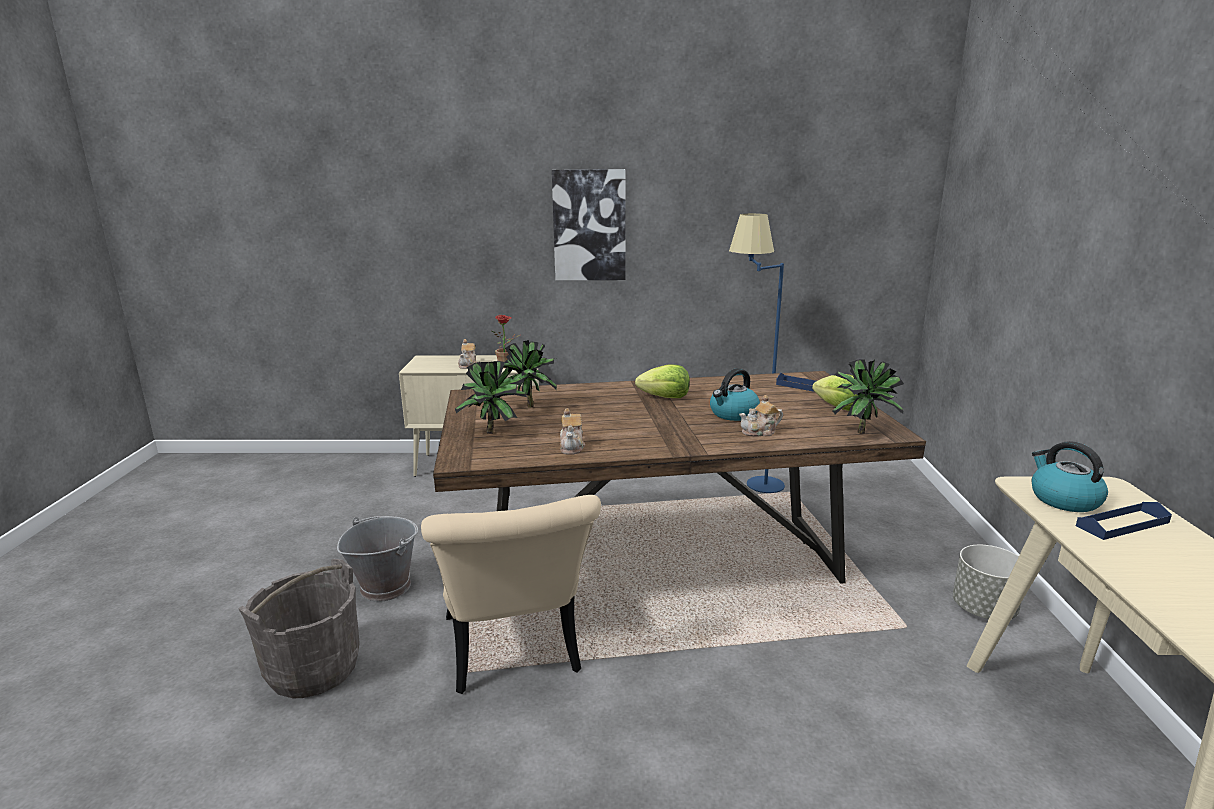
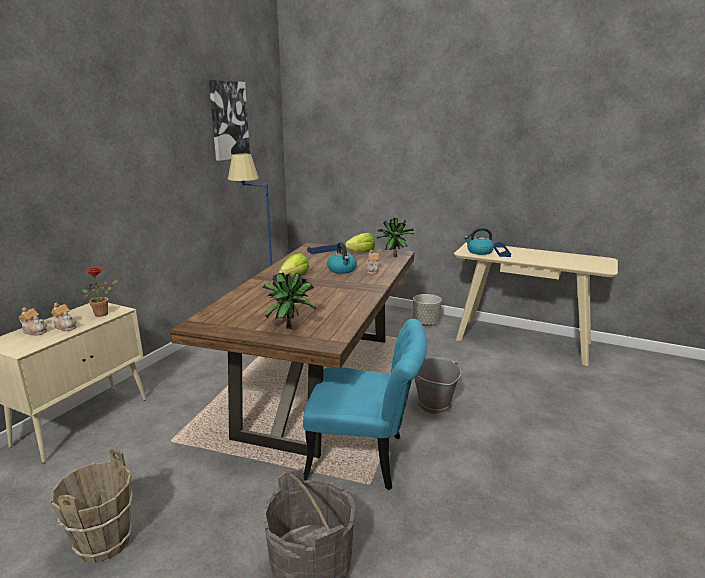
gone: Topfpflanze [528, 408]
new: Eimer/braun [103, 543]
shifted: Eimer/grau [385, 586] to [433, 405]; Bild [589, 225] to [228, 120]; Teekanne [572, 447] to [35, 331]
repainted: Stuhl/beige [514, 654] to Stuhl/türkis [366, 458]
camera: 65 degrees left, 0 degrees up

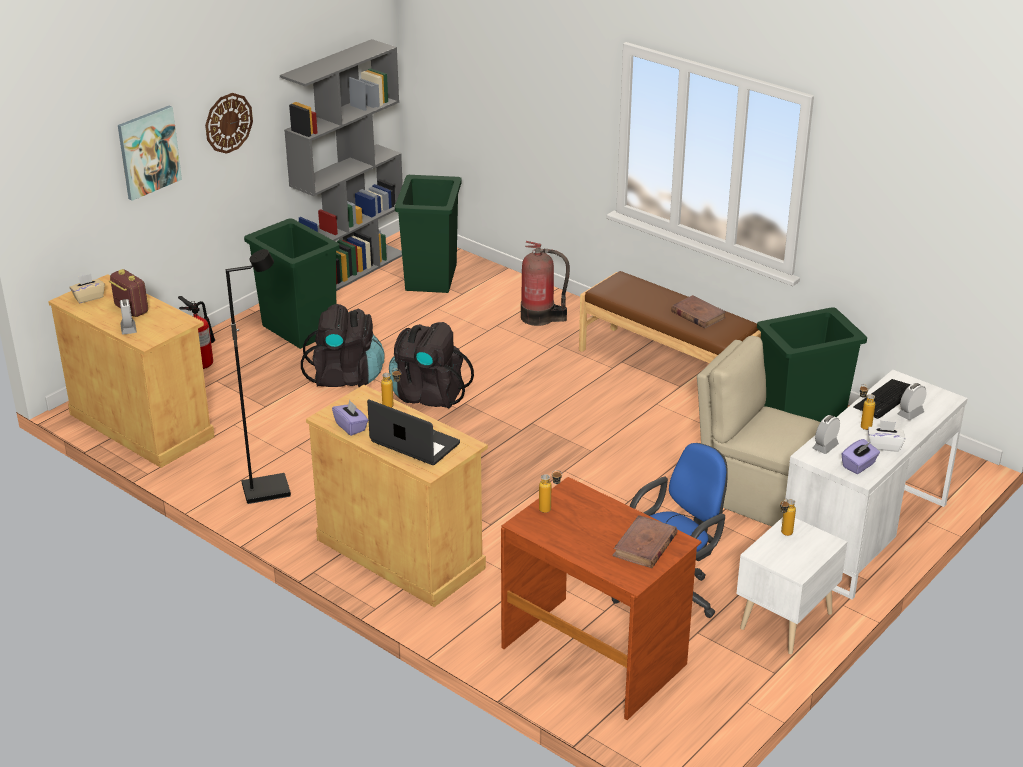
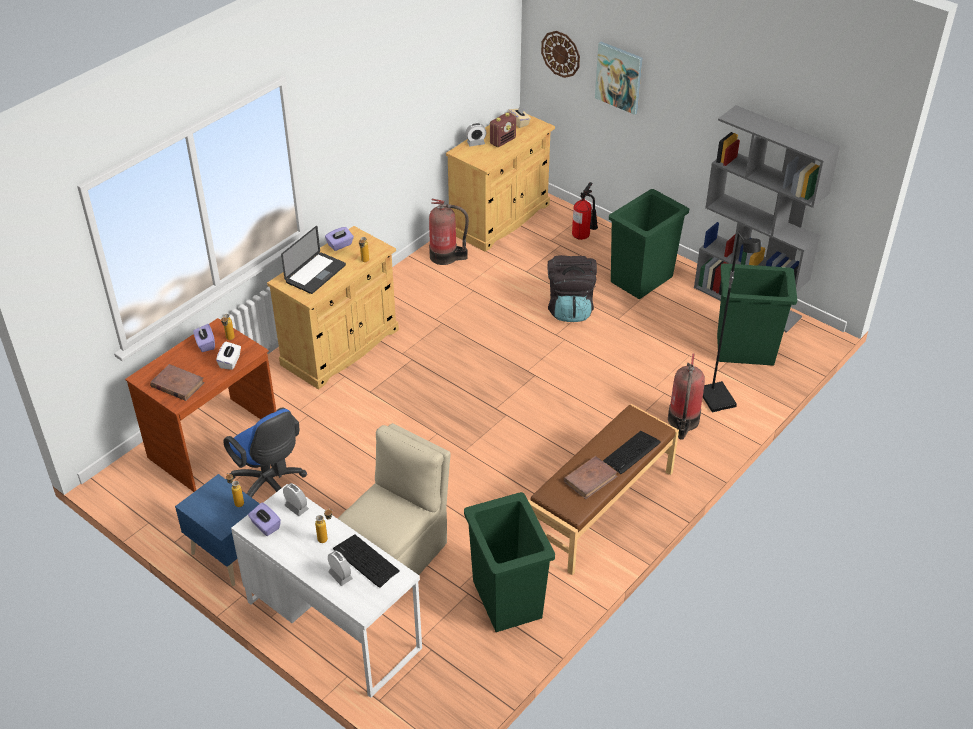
gone: Rucksack/schwarz [428, 395]
new: Taschentuchbox/lila [205, 344]; Feuerlöscher [446, 256]; Tastatur [631, 452]
shifted: Wanduhr [228, 123] to [561, 54]; Stehlampe/schwarz [266, 490] to [717, 399]; Taschentuchbox/weiß [884, 445] to [230, 362]
repainted: Nachttisch/weiß [783, 621] to Nachttisch/blau [230, 554]
camera: 90 degrees right, 10 degrees up

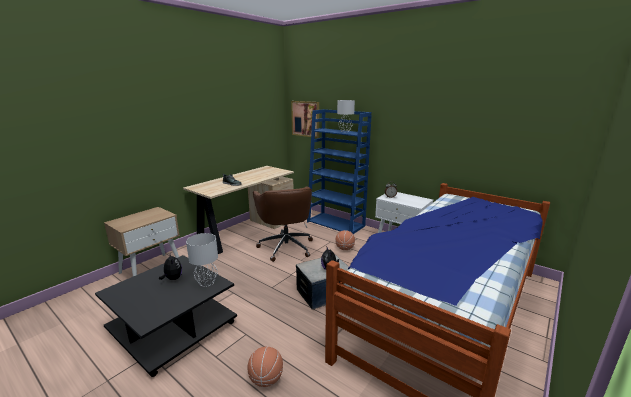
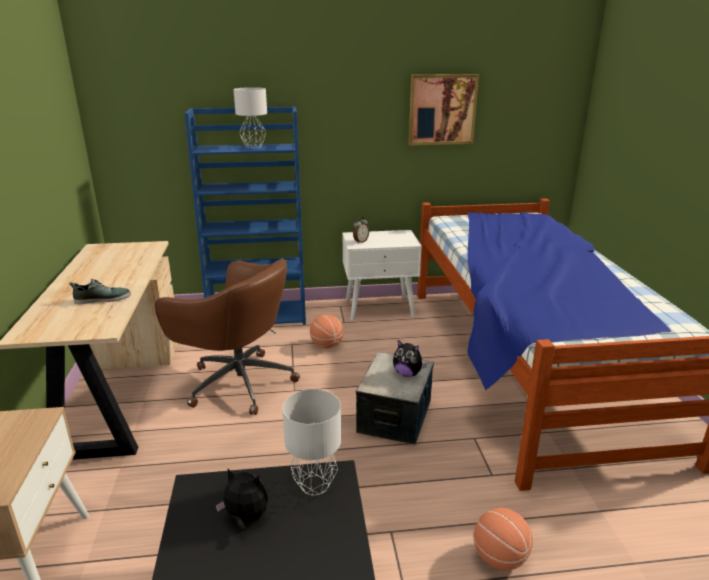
shifted: Bild [305, 119] to [442, 109]
camera: 45 degrees left, 5 degrees up

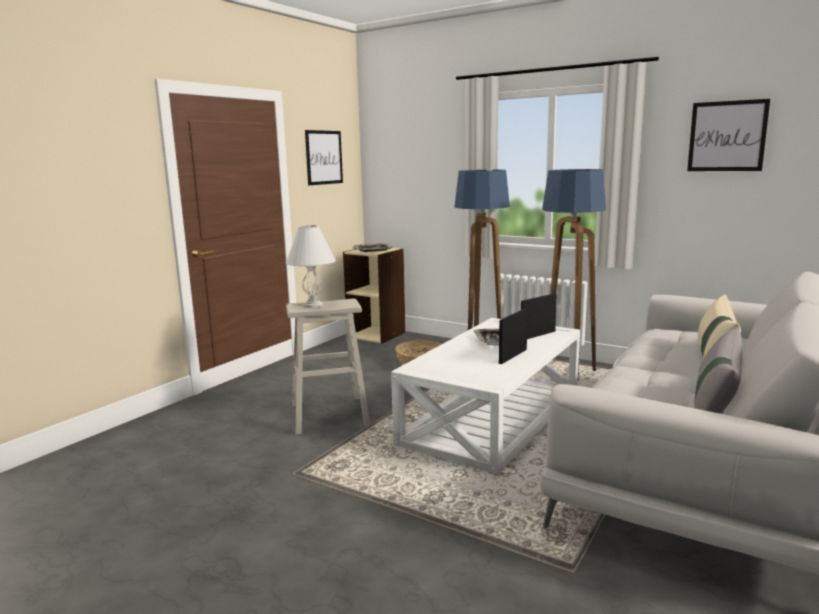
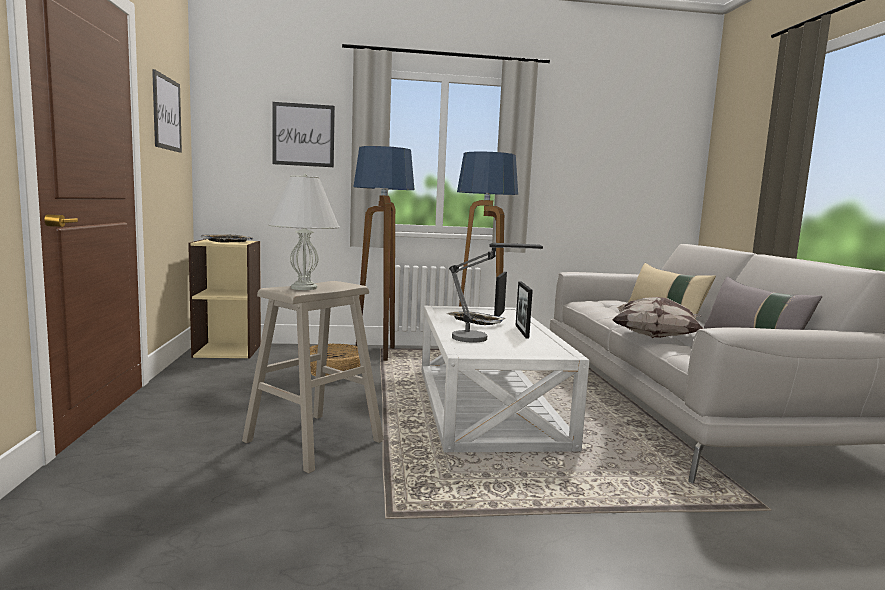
new: Tischlampe [480, 338]; Kissen [656, 336]
shifted: Bild [727, 136] to [303, 135]
camera: 40 degrees left, 5 degrees down

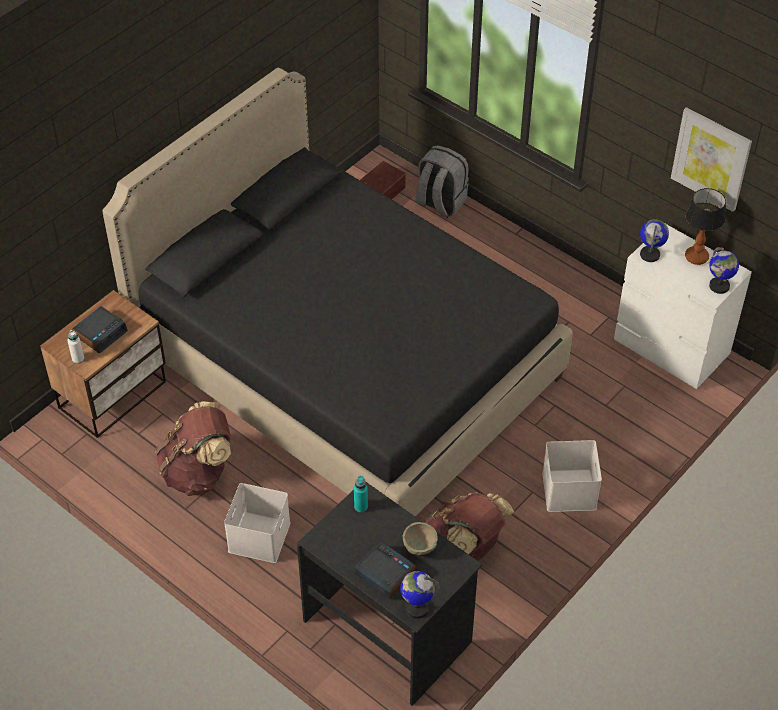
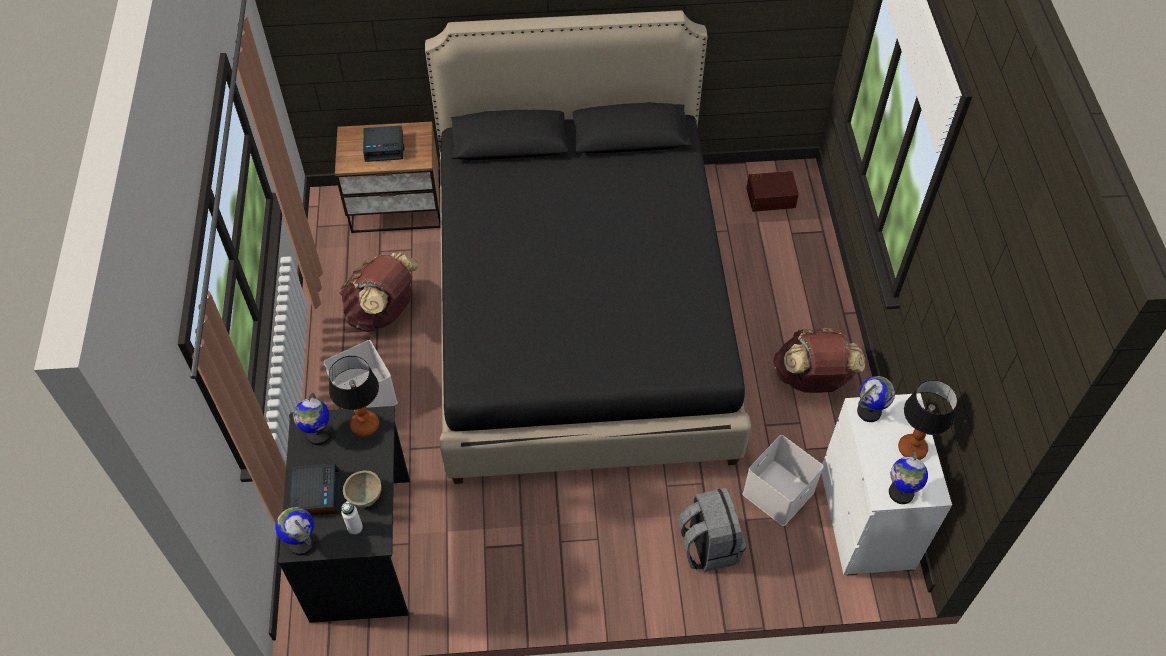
gone: Bild [711, 159]
new: Globus [318, 434]
shifted: Flasche/weiß [78, 359] to [355, 528]; Rucksack/grau [440, 203] to [708, 545]; Rucksack/braun [464, 550] to [811, 380]; Aufbewahrungsbox/weiß [568, 489] to [778, 491]
swapped: Flasche/türkis [361, 506] to Tischlampe [365, 425]
camera: 45 degrees right, 5 degrees up

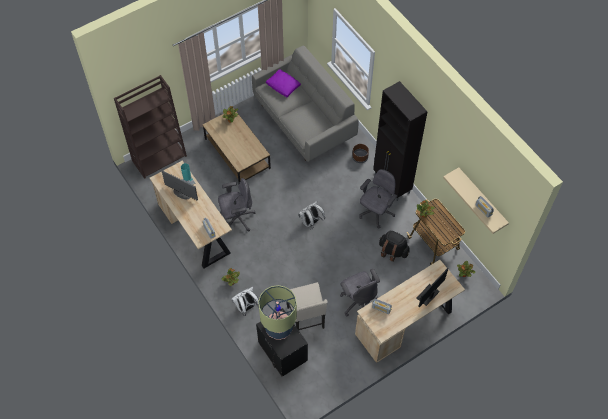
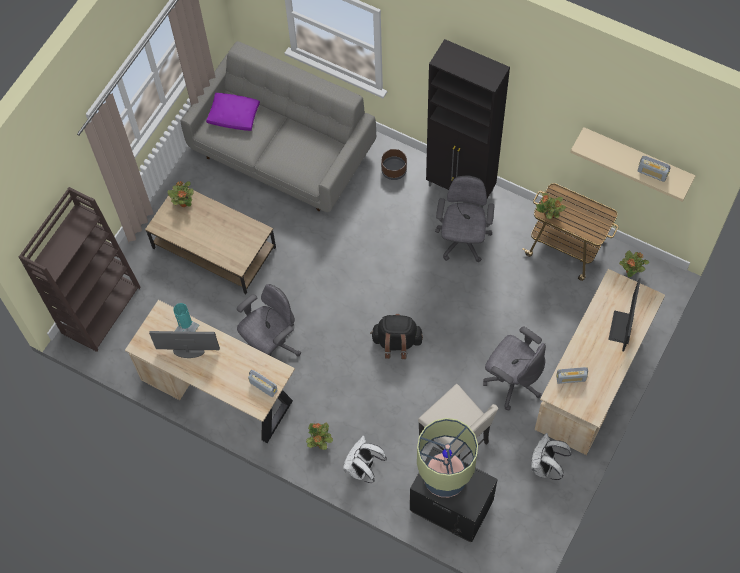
shifted: Rucksack/weiß [311, 222] to [544, 466]; Rucksack/schwarz [392, 251] to [396, 342]
camera: 25 degrees left, 5 degrees up

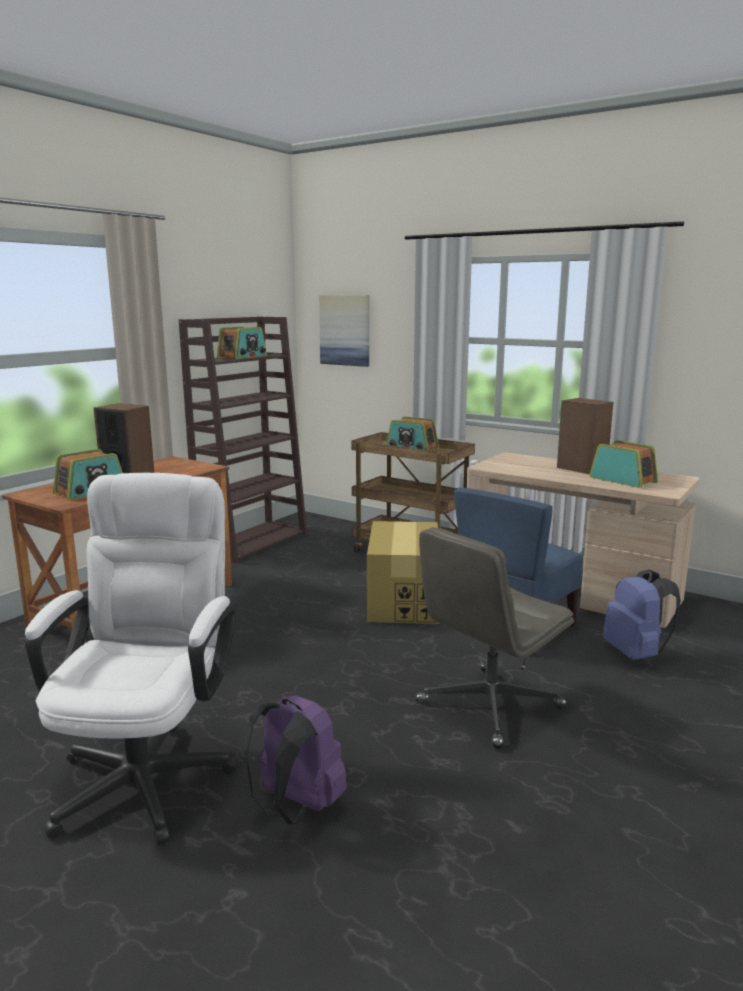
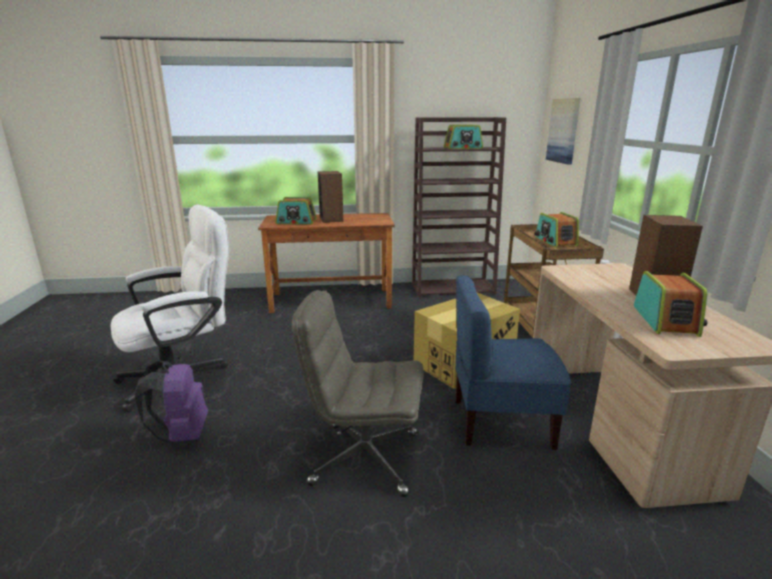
gone: Rucksack/blau [636, 654]
camera: 50 degrees right, 5 degrees up

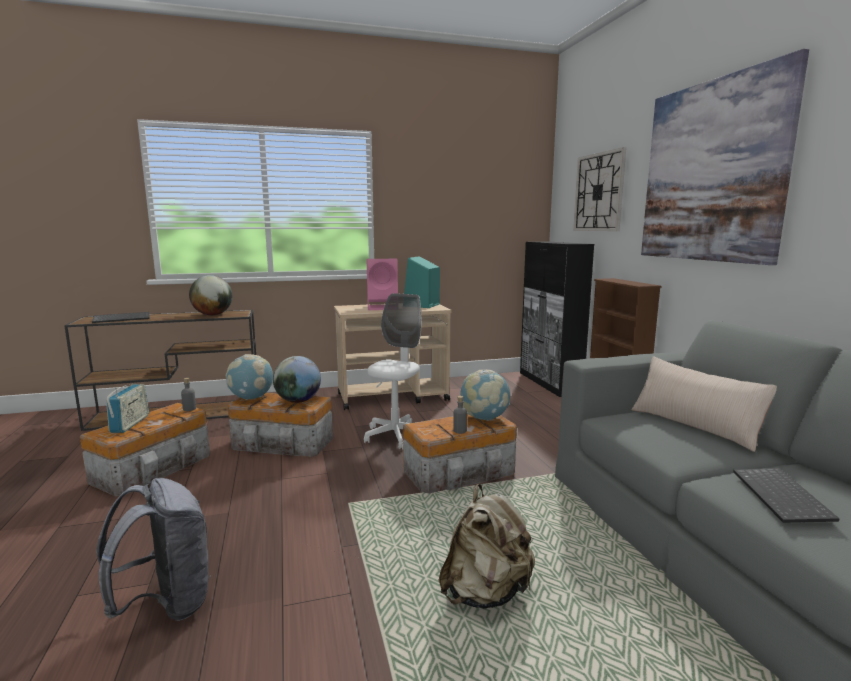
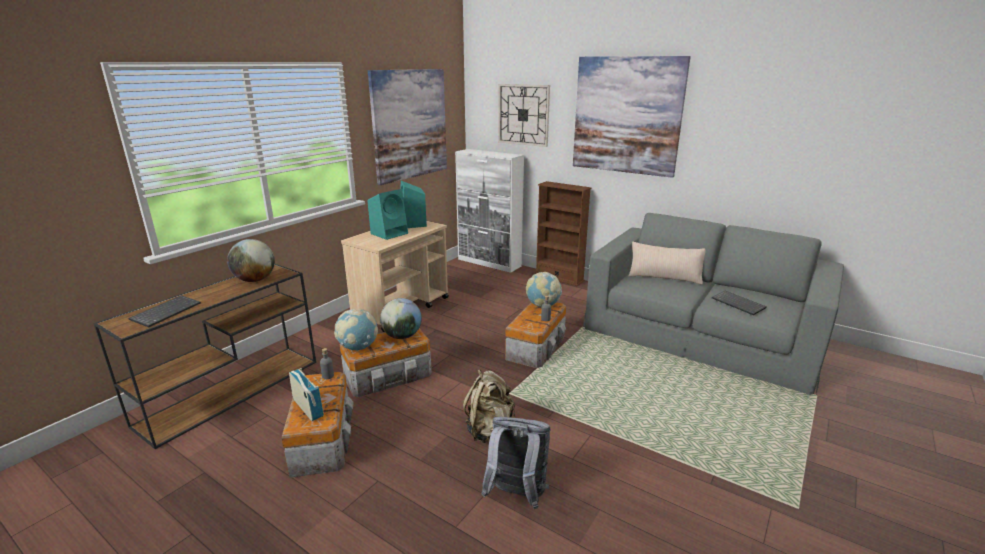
gone: Bürostuhl/weiß [395, 436]
new: Bild [410, 124]
shifted: Rucksack/beige [486, 593] to [489, 430]
repainted: Lautsprecher/rosa [383, 307] to Lautsprecher/türkis [390, 233]; Schrank/schwarz [549, 383] to Schrank/weiß [489, 263]
camera: 40 degrees left, 10 degrees up

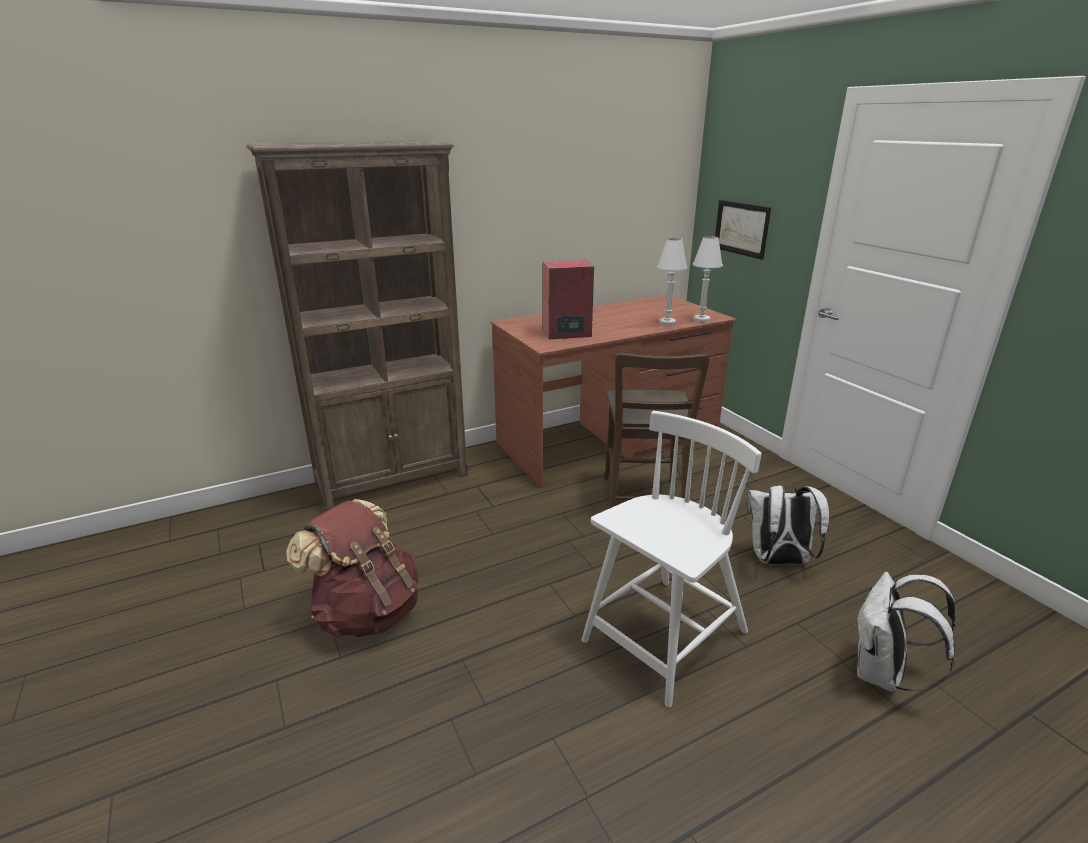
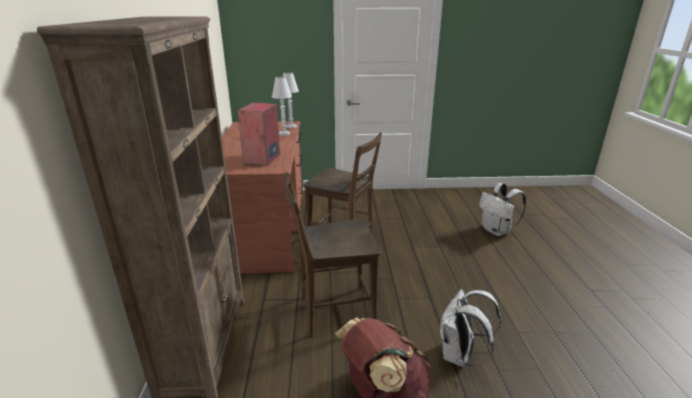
gone: Stuhl/weiß [664, 638]; Bild [741, 228]
new: Stuhl/braun [332, 311]
shifted: Rucksack/weiß [778, 561] to [459, 355]
camera: 65 degrees left, 0 degrees up

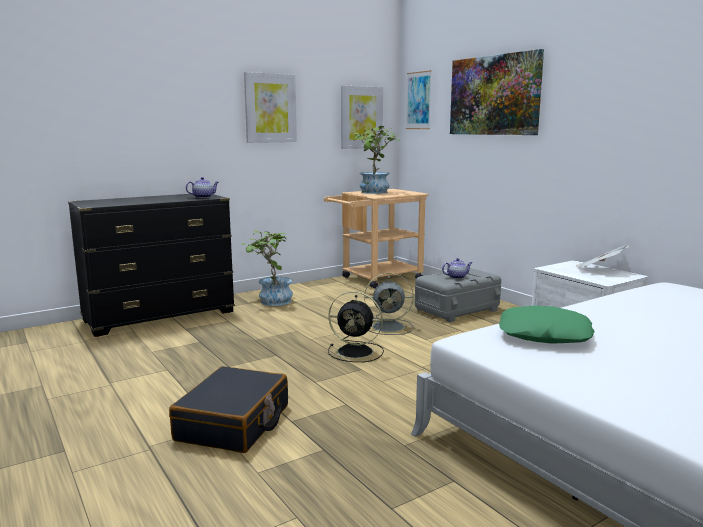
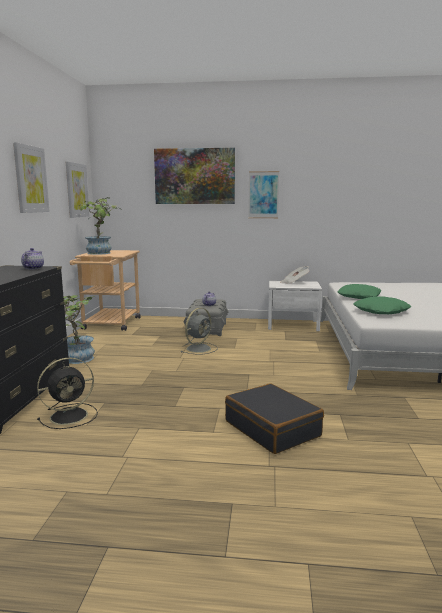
new: Kissen/grün [359, 296]
shifted: Ventilator/schwarz [357, 352] to [70, 416]; Bild [418, 100] to [263, 195]
camera: 50 degrees left, 0 degrees up

